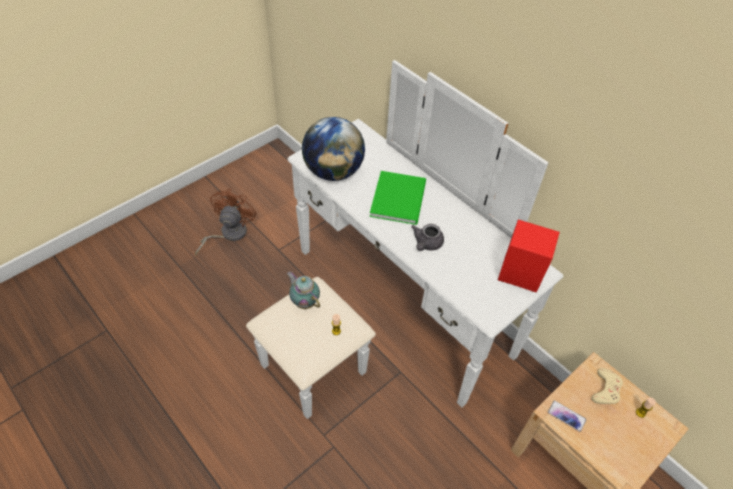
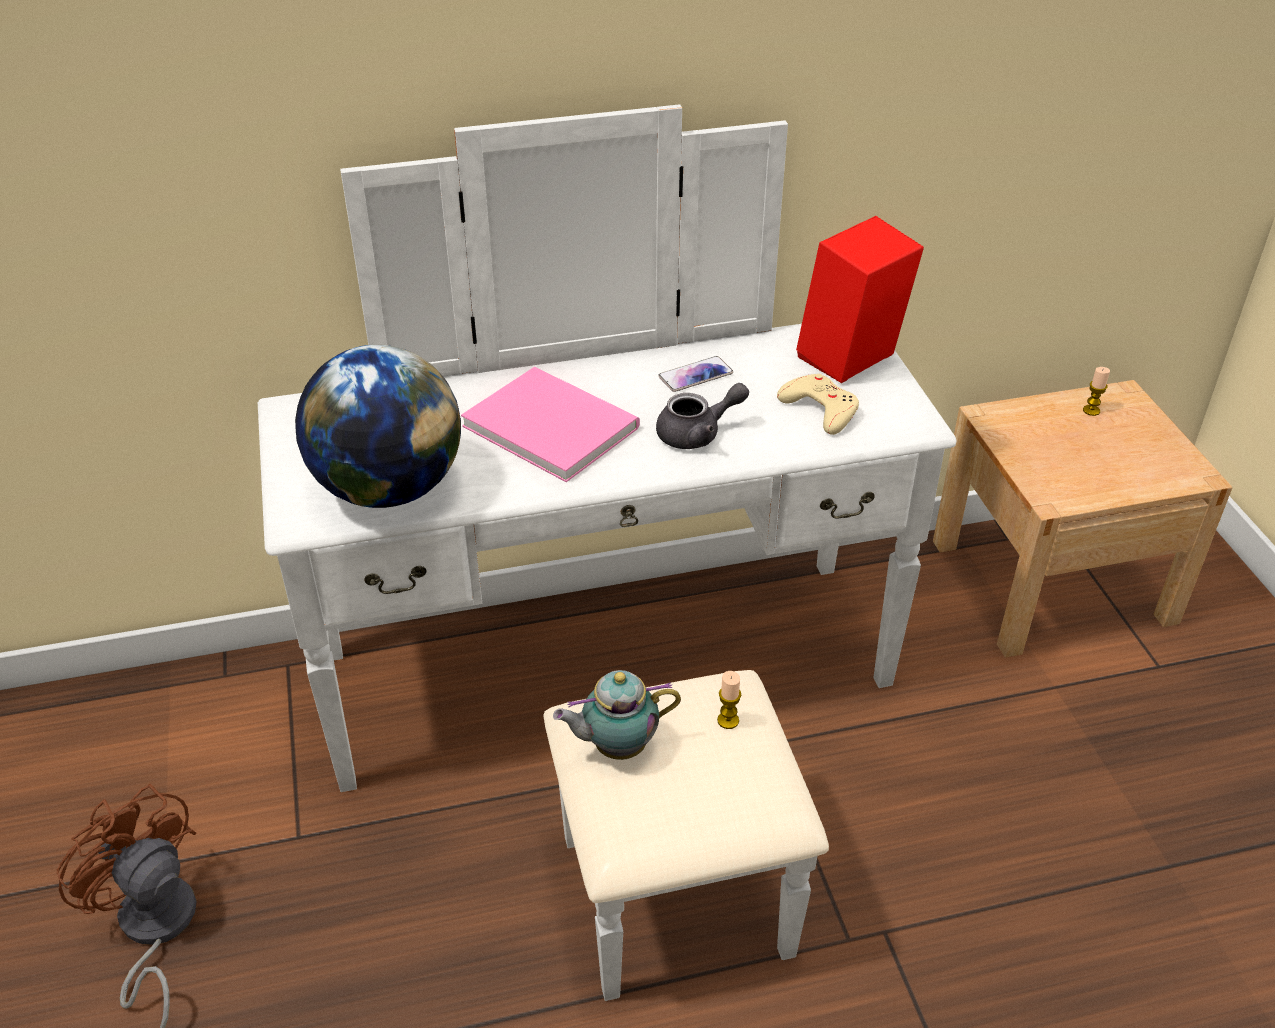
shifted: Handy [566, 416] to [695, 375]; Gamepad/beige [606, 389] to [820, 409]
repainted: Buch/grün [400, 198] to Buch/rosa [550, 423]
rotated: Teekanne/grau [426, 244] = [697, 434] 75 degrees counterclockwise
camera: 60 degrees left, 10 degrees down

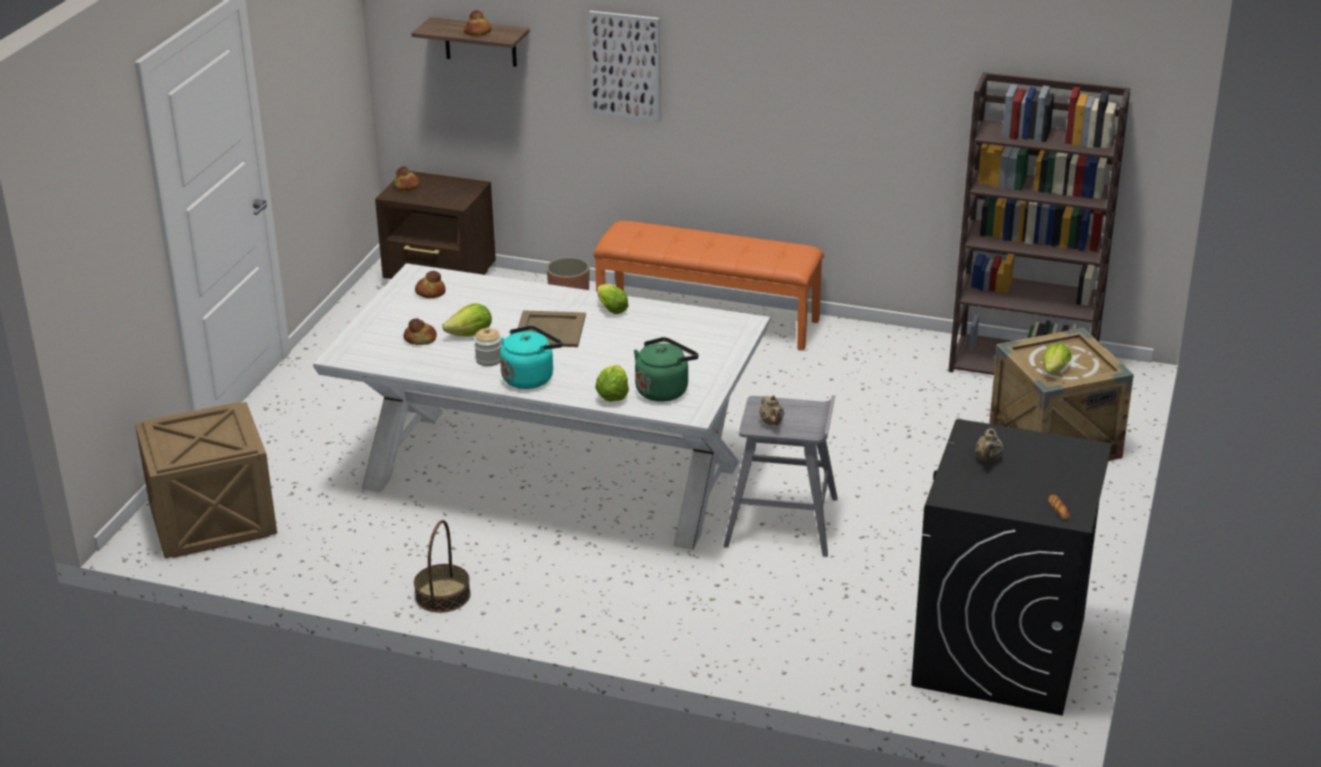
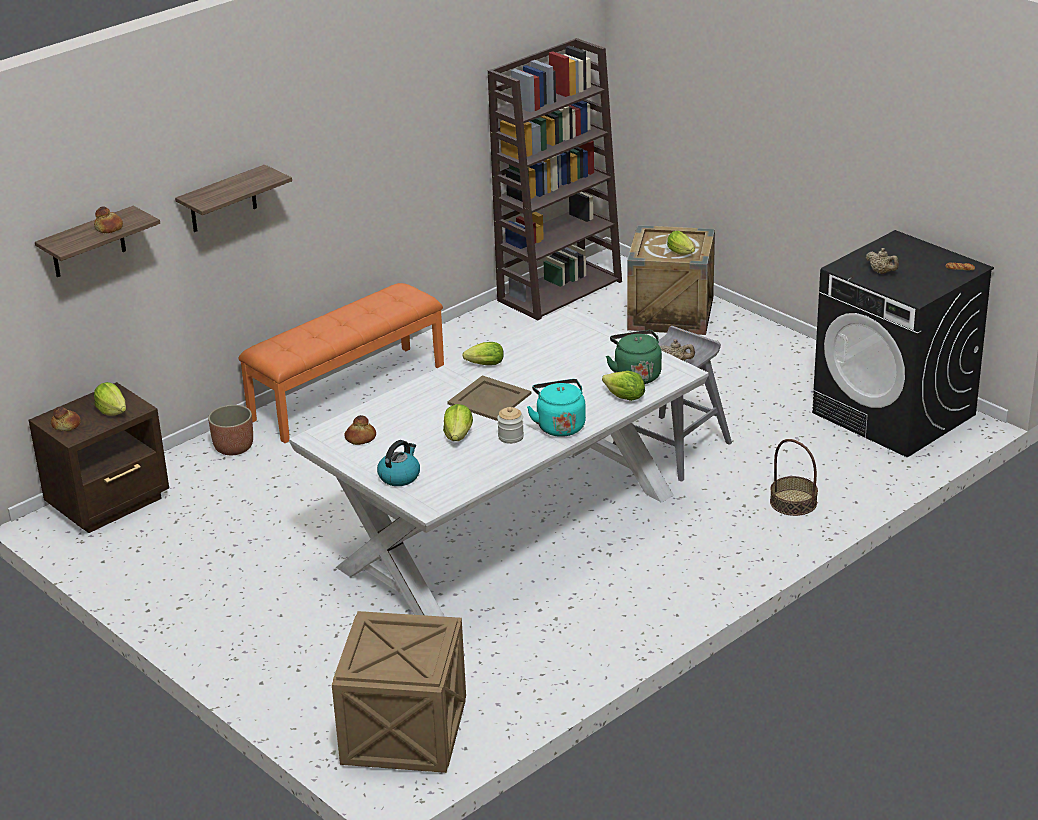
gone: Brot [420, 339]
new: Salatkopf [112, 411]; Wasserkessel [399, 476]
shifted: Korb [442, 595] to [793, 502]
swapped: Bild [625, 66] to Wandregal [222, 200]
camera: 60 degrees left, 0 degrees up

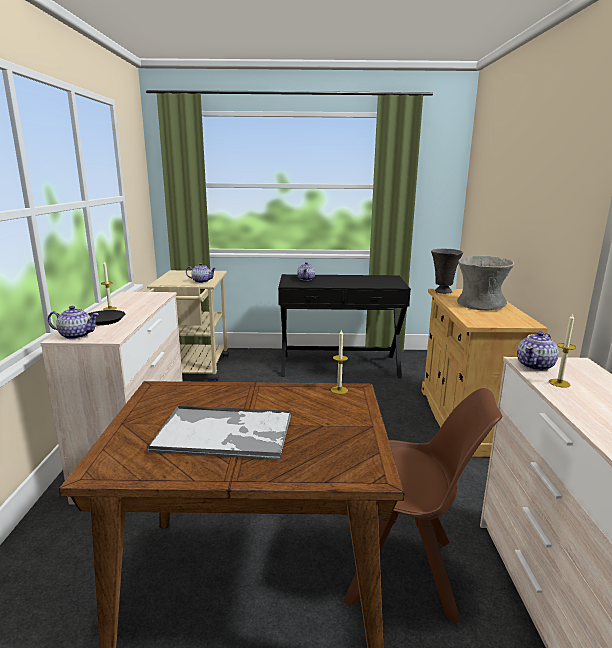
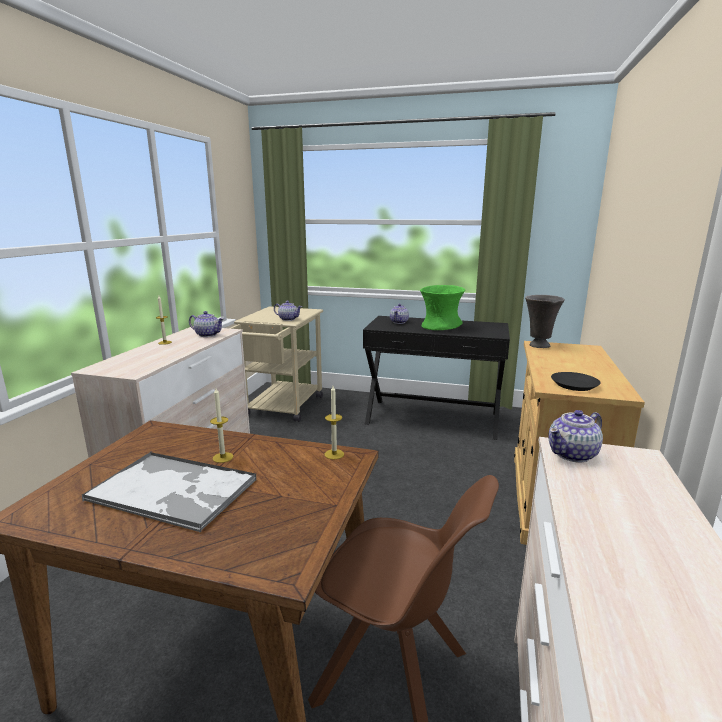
gone: Vase/grau [480, 304]
new: Vase/grün [440, 326]
shifted: Teekanne [76, 335] to [207, 335]; Teller/schwarz [104, 321] to [574, 385]; Kerze [559, 383] to [223, 457]
camera: 15 degrees right, 0 degrees up

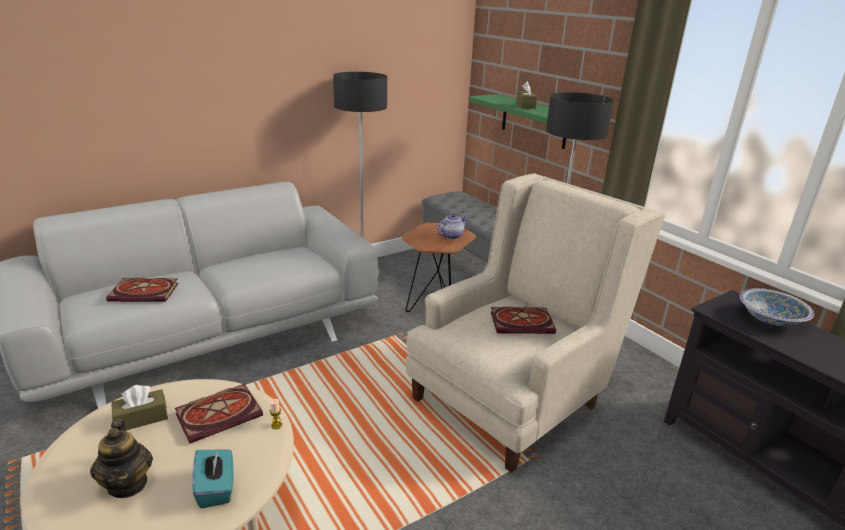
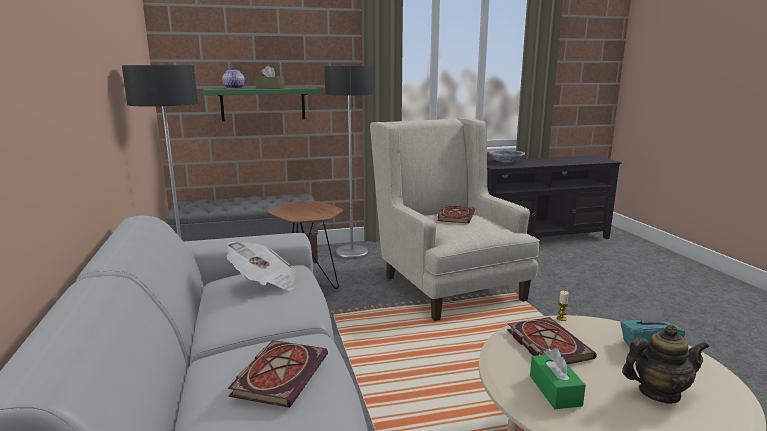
new: Zeitung [264, 282]
shifted: Teekanne [451, 236] to [233, 88]
repainted: Taschentuchbox/braun [141, 418] to Taschentuchbox/grün [555, 390]
camera: 70 degrees left, 10 degrees down

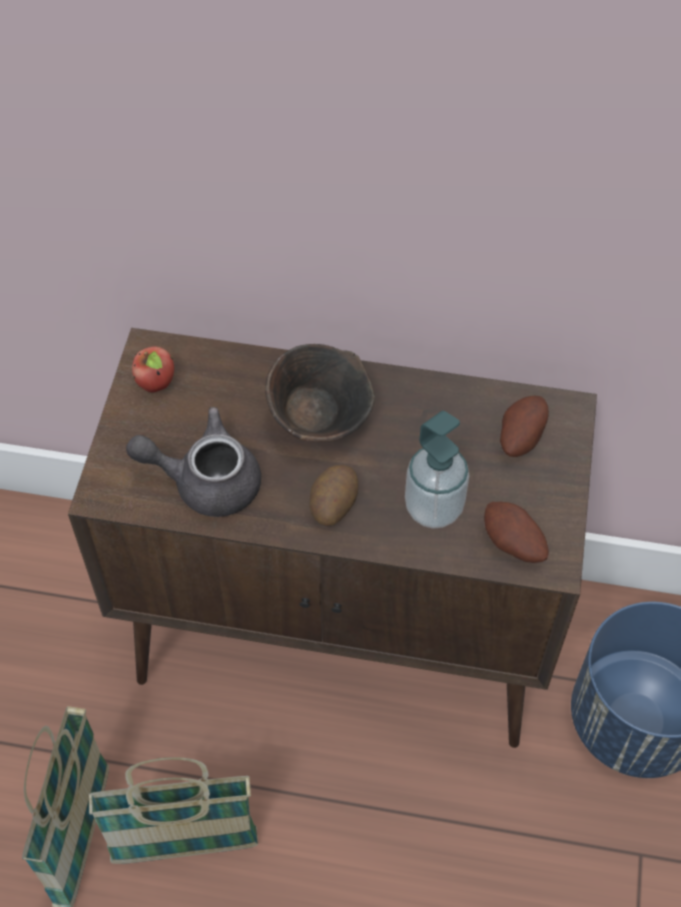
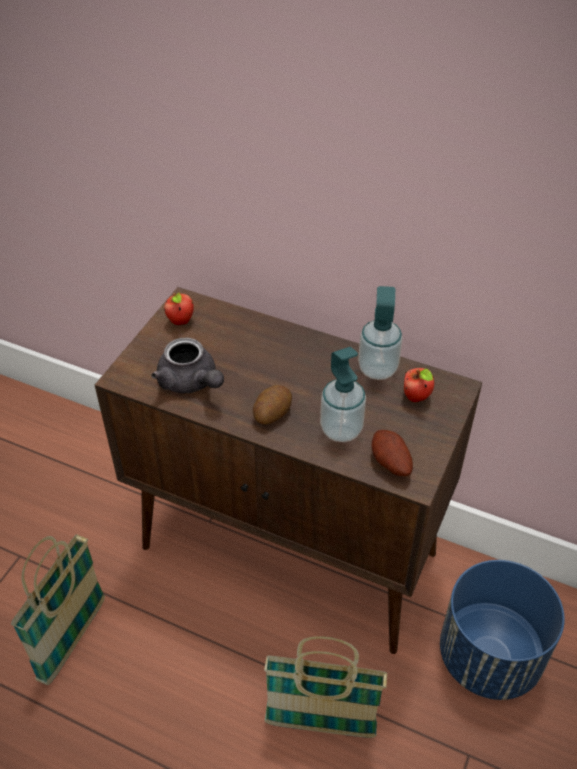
gone: Schüssel/braun [319, 419]
new: Seifenspender [377, 369]
shifted: Korb [185, 847] to [320, 725]
swapped: Kartoffel [519, 437] to Apfel [417, 398]
rotated: Teekanne/grau [205, 481] = [191, 383] 150 degrees counterclockwise
camera: 15 degrees right, 10 degrees down

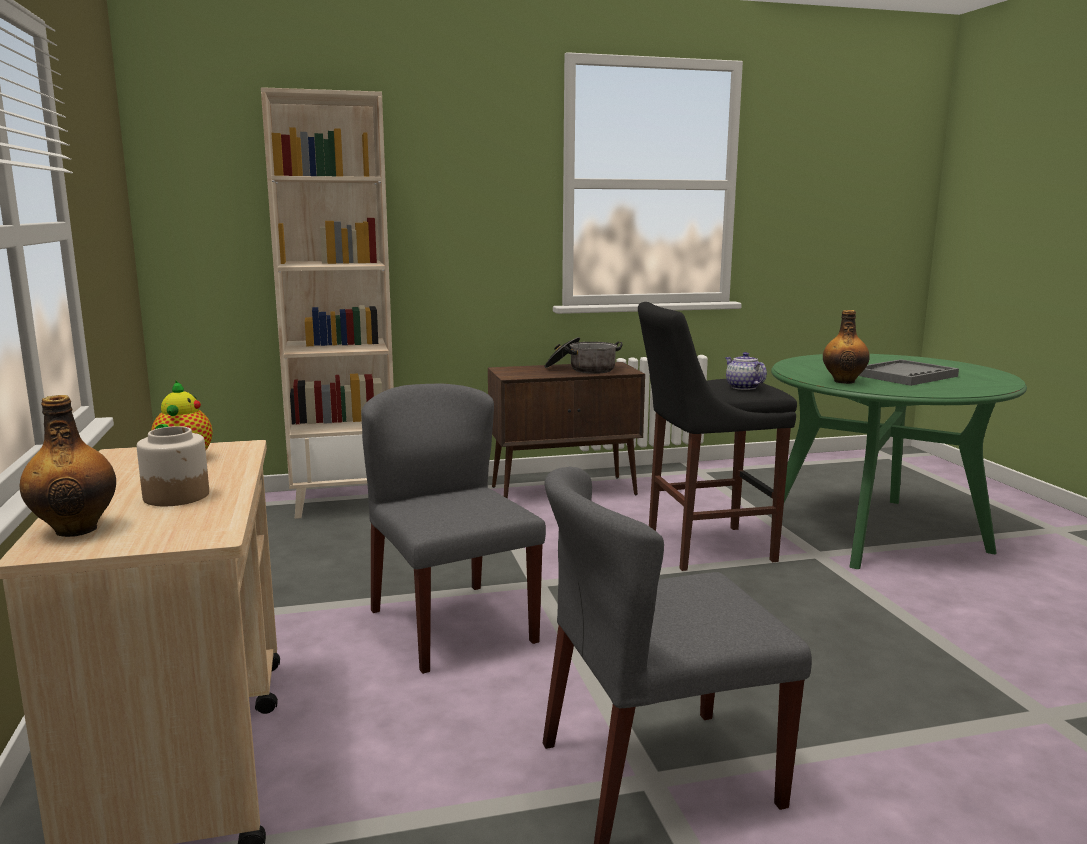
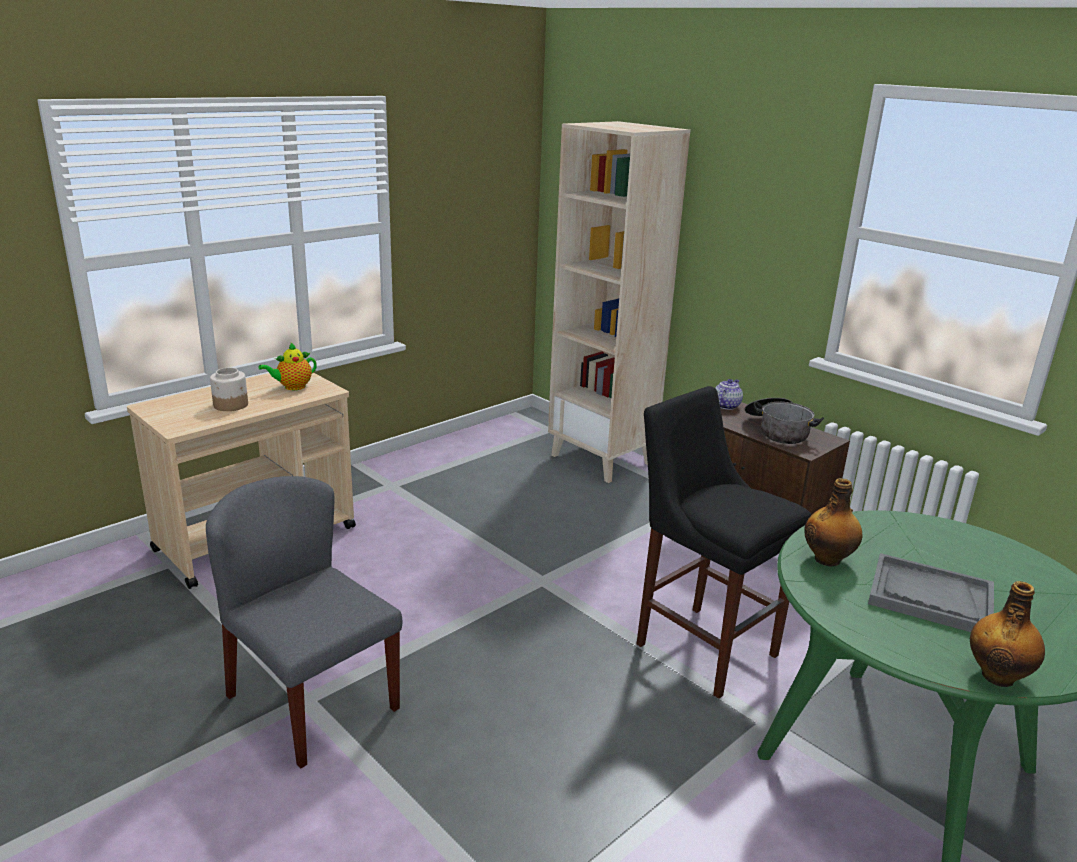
gone: Stuhl/grau [451, 625]
shifted: Flasche [76, 529] to [997, 676]; Teekanne [742, 387] to [726, 405]
camera: 60 degrees right, 10 degrees up

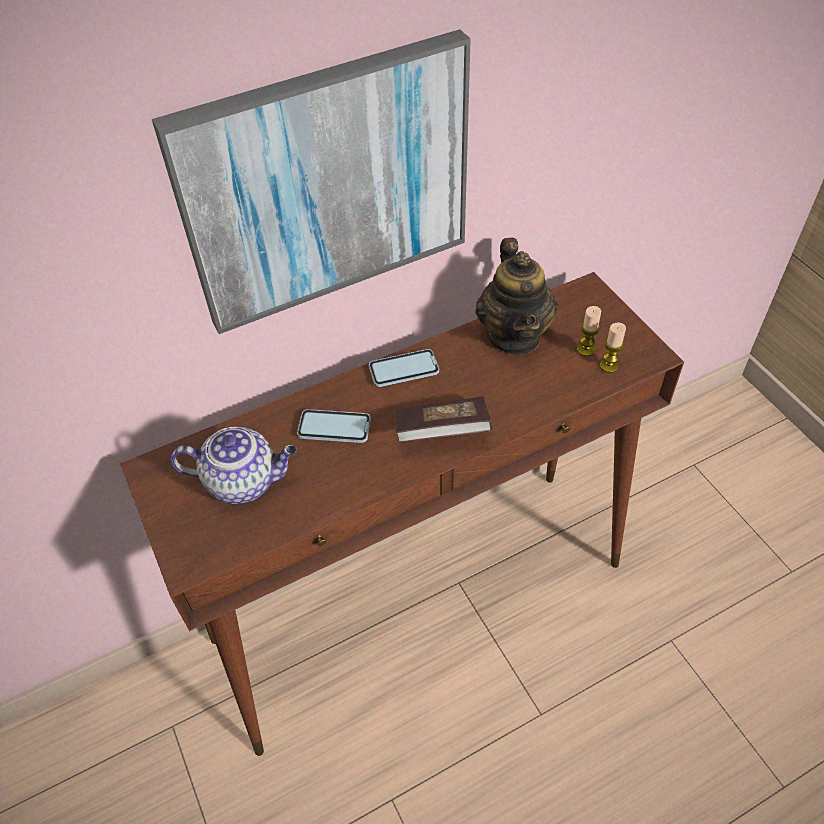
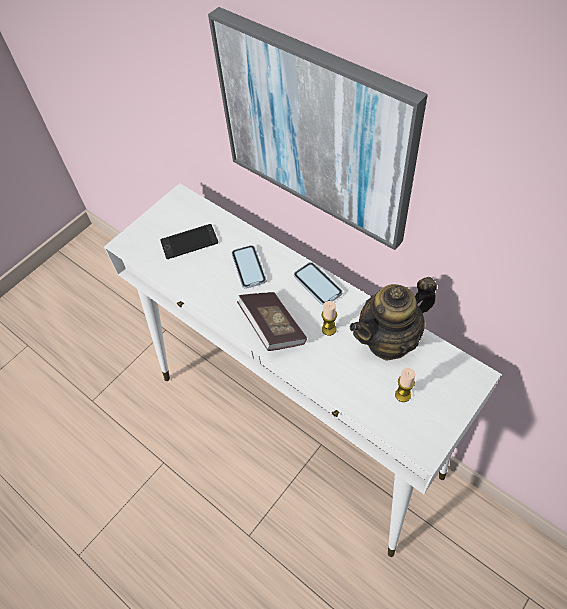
shifted: Kerze [608, 366] to [329, 329]
swapped: Teekanne [244, 481] to Handy [189, 242]
repainted: Konsolentisch/braun [421, 600] to Konsolentisch/weiß [297, 425]
camera: 70 degrees right, 5 degrees up

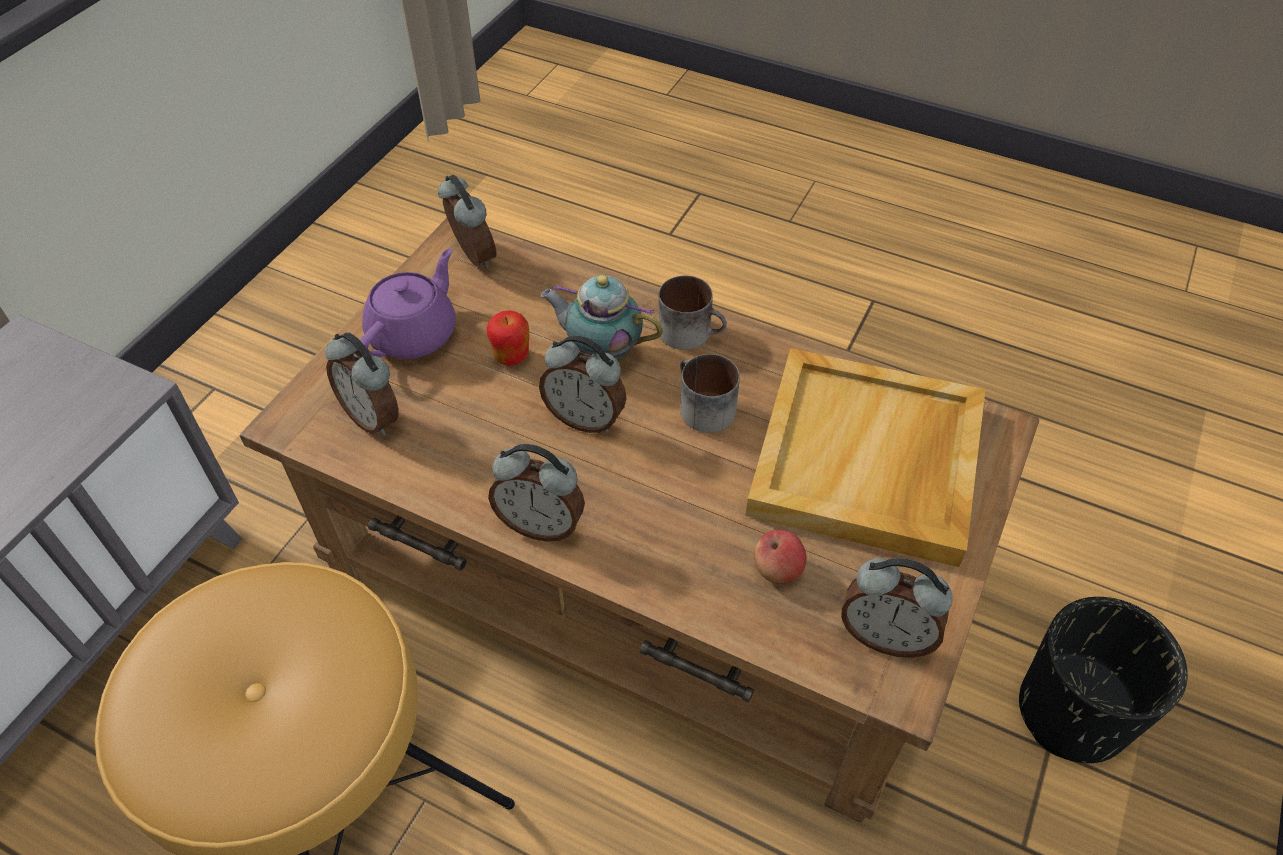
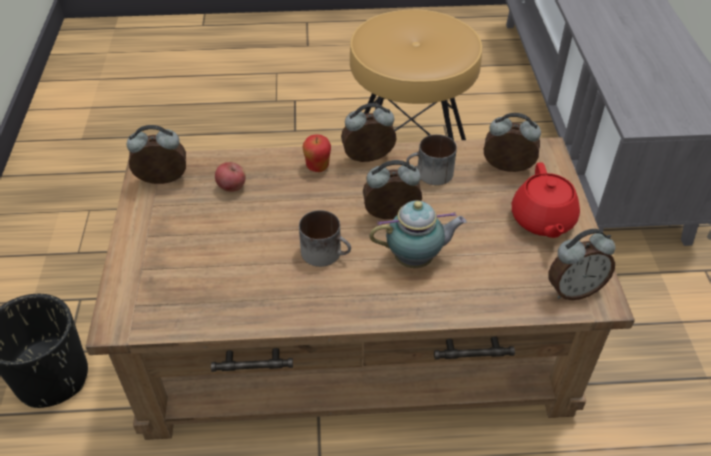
gone: Tablett/beige [868, 461]
shifted: Apfel [511, 357] to [317, 167]; Henkelbecher [692, 332] to [430, 174]
repainted: Teekanne/lila [415, 334] to Teekanne/rot [542, 221]
rotated: Wecker [471, 257] = [573, 290] 45 degrees counterclockwise
camera: 150 degrees right, 5 degrees down

